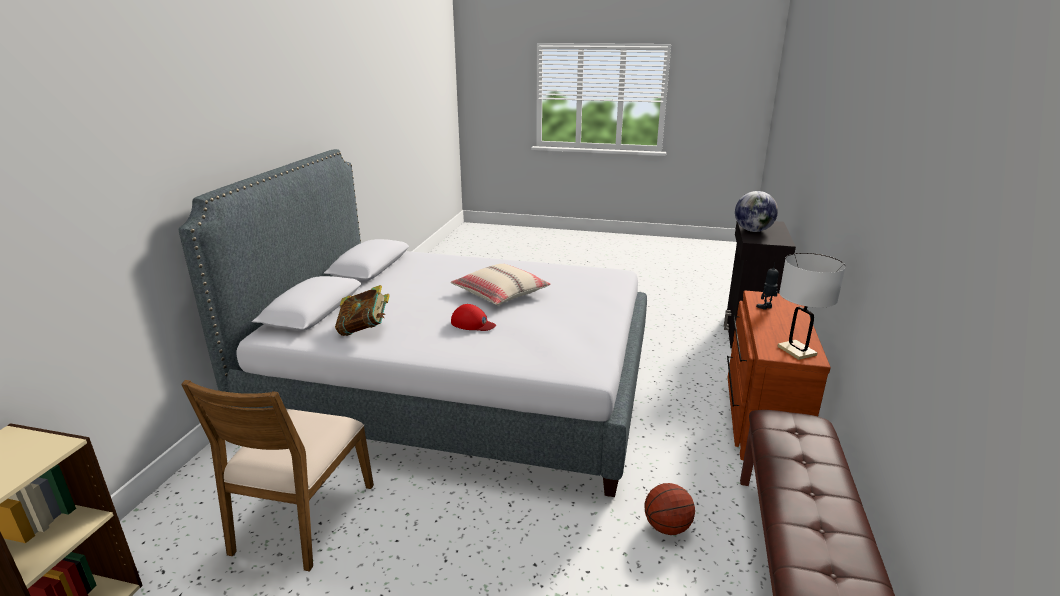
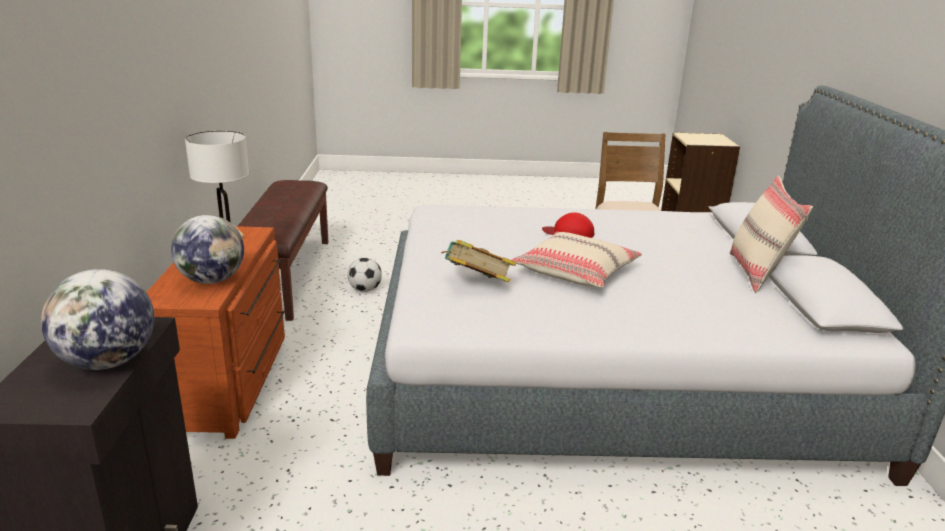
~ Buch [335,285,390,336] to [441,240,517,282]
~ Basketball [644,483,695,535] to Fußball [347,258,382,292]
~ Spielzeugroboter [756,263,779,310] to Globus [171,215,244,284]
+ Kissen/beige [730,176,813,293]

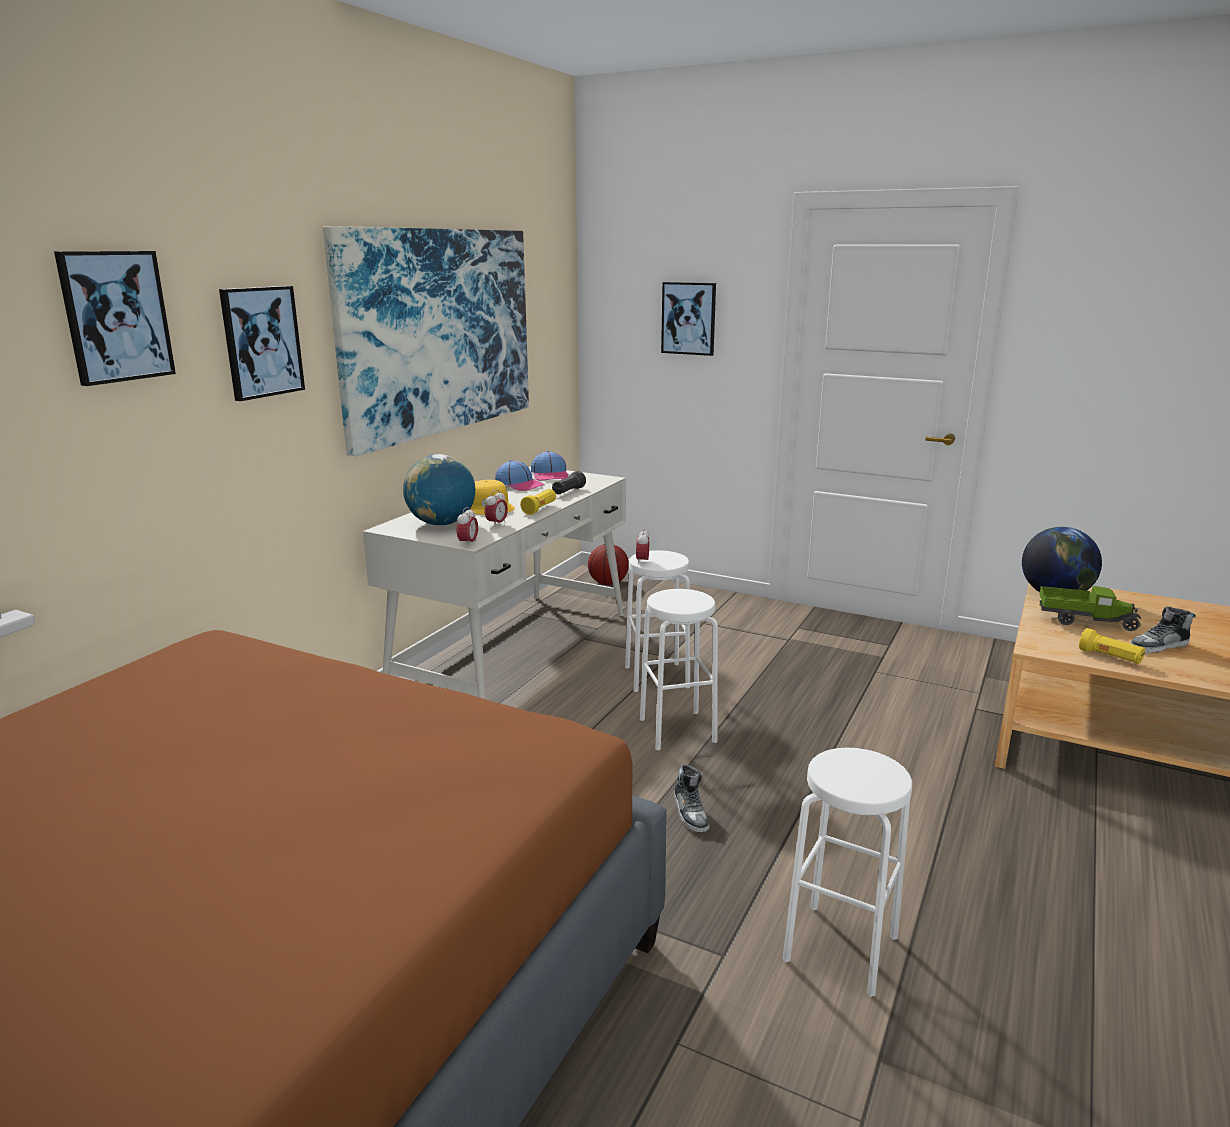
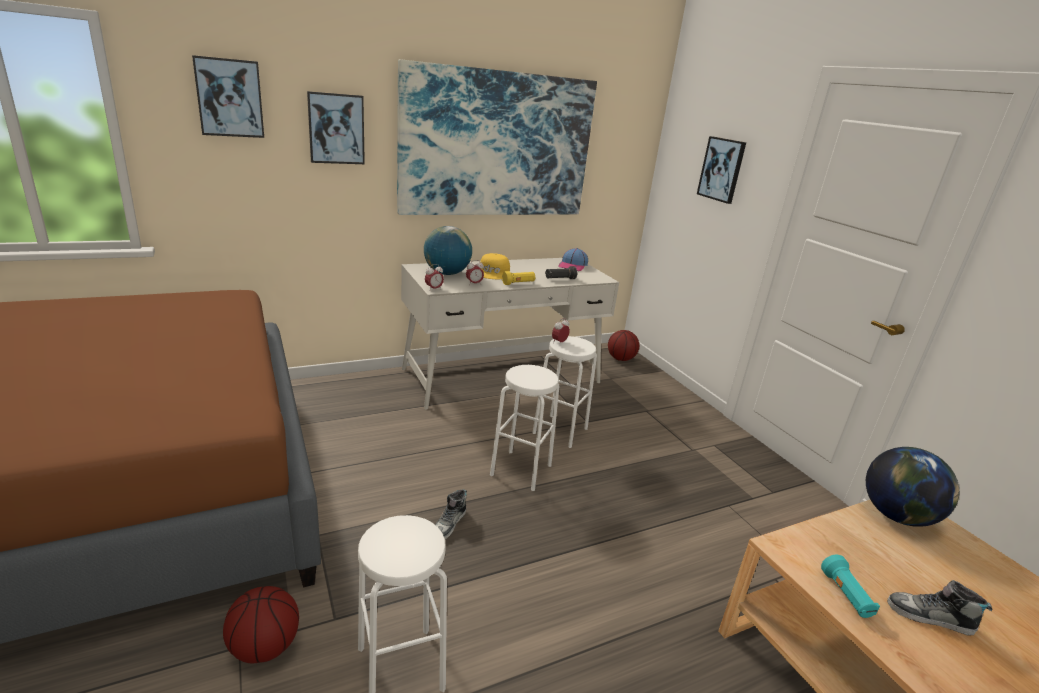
- Kappe [495,460,545,491]
- Spielzeuglaster [1039,586,1141,631]
~ Taschenlampe/gelb [1079,628,1145,664] to Taschenlampe/türkis [821,555,880,618]
+ Basketball [223,586,299,663]

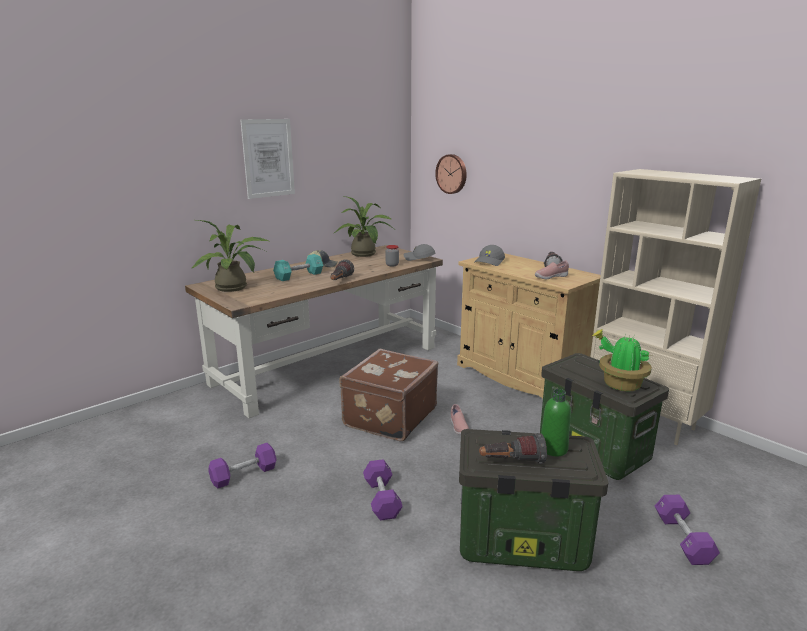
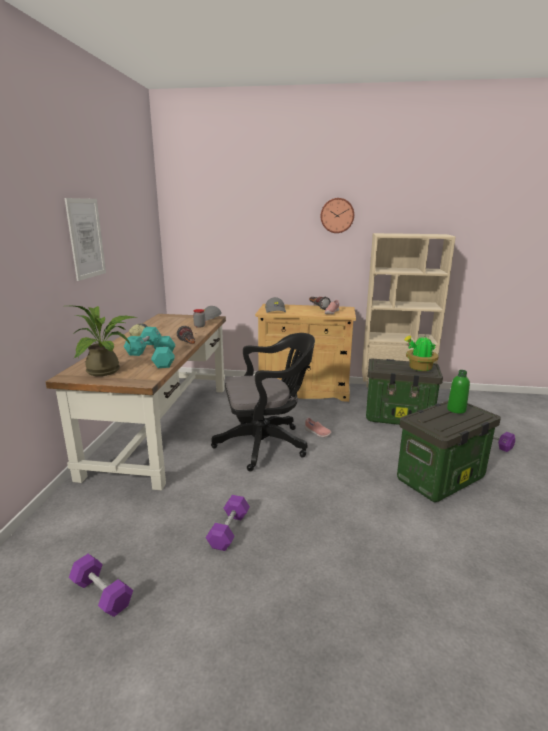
- Topfpflanze [334,196,394,257]
~ Koffer/braun [339,349,438,441] to Bürostuhl/schwarz [211,333,315,471]
~ Hantel/lila [363,459,403,521] to [69,554,133,617]
~ Wanduhr [435,154,467,194] to [321,198,354,233]
- Taschenlampe [479,433,547,464]
+ Hantel/türkis [151,336,175,368]

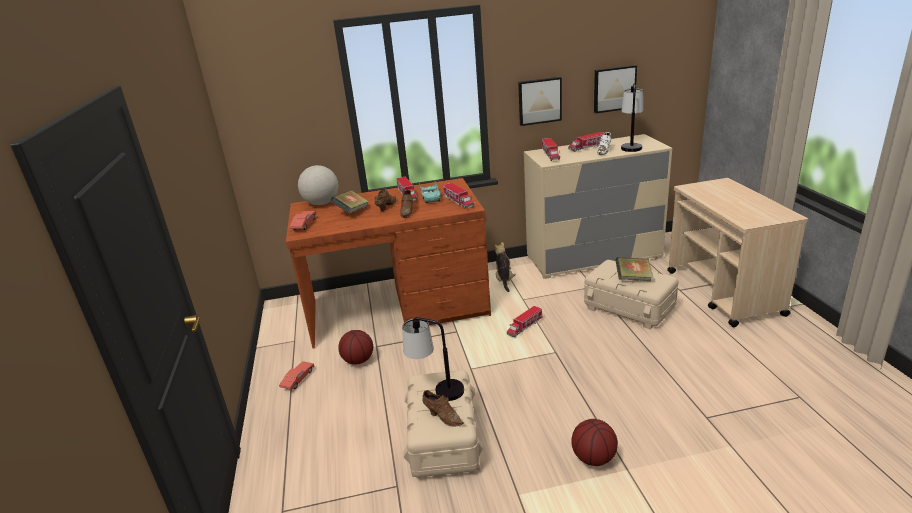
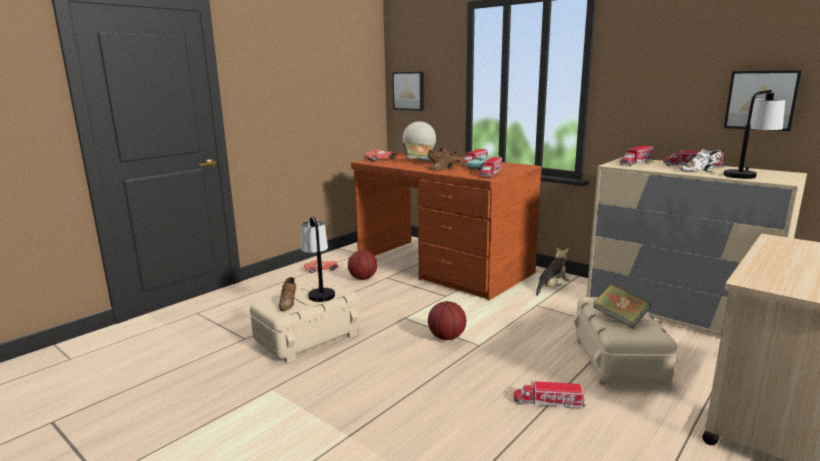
~ Spielzeuglaster [507,306,543,337] to [514,381,585,408]
~ Bild [518,77,562,126] to [392,72,424,111]
~ Basketball [571,419,618,466] to [428,301,466,340]

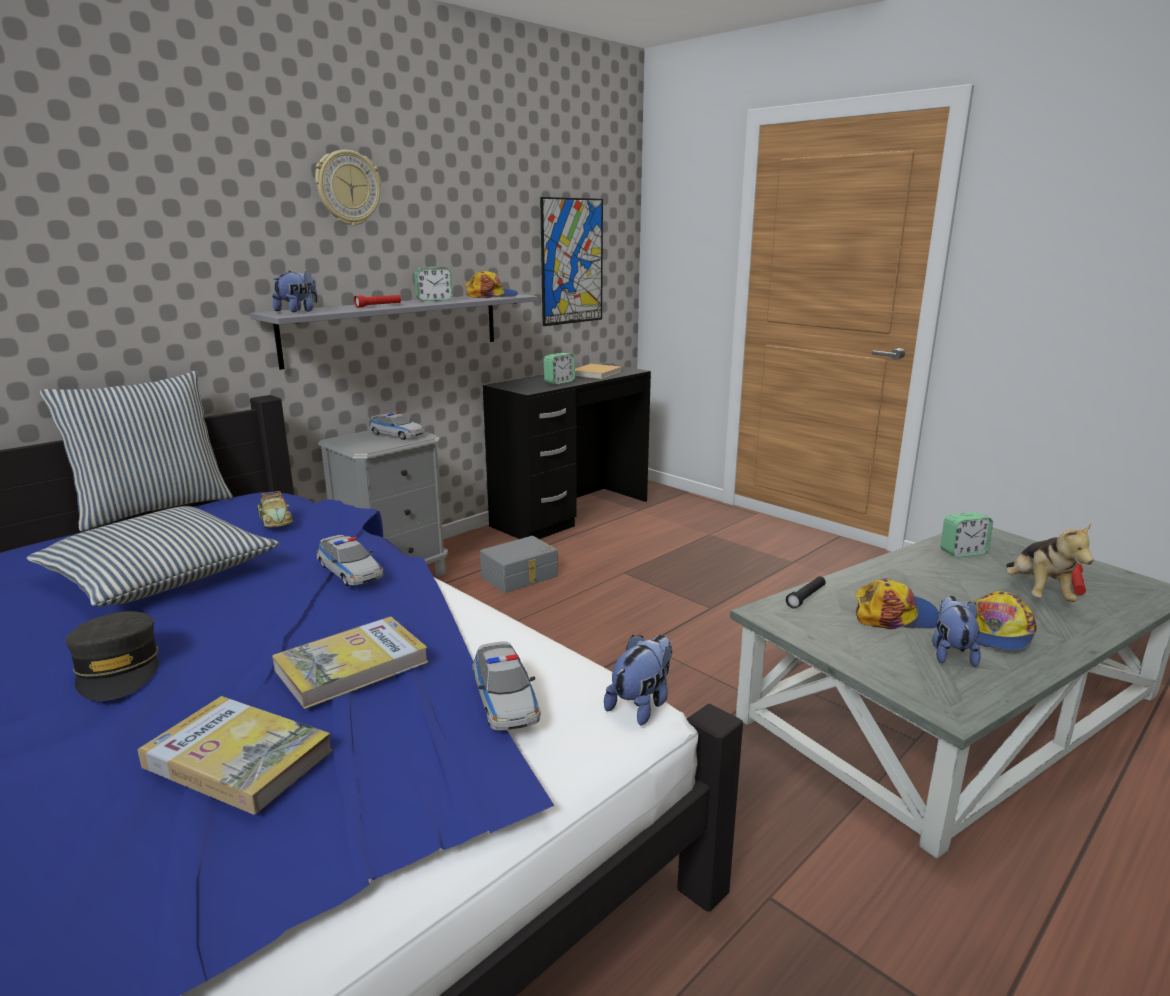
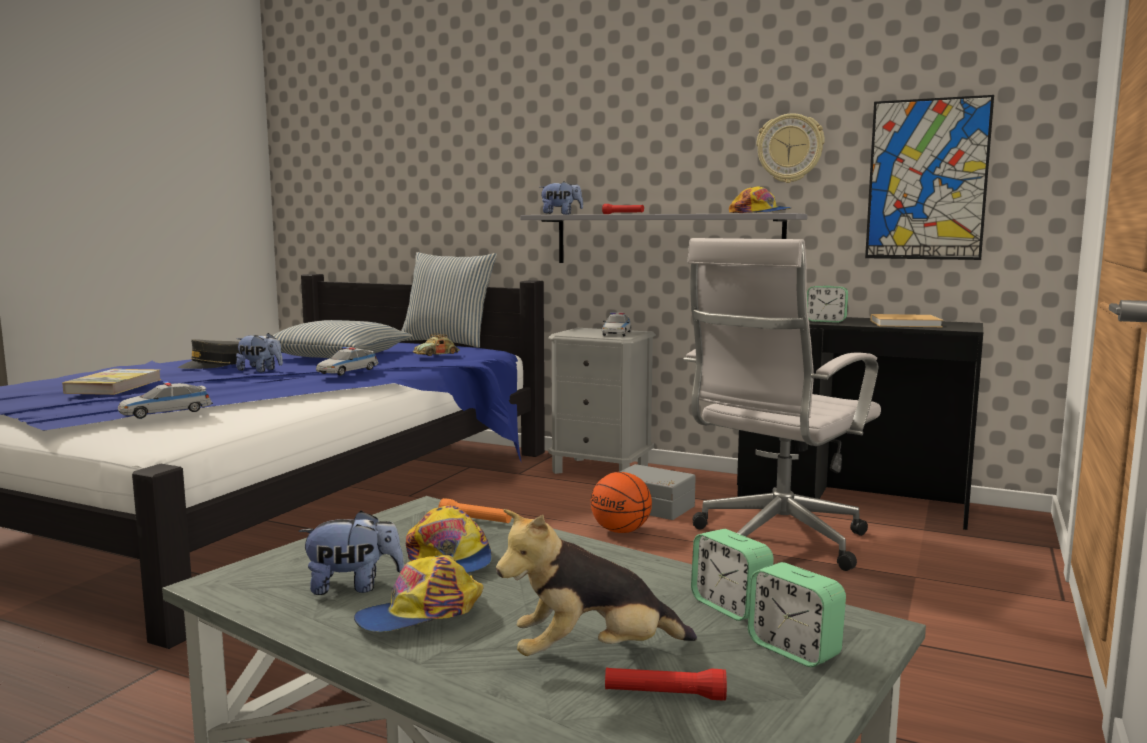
- Buch [272,617,428,709]
~ Wanduhr [315,150,381,226] to [756,113,825,183]
~ Wecker [414,267,453,301] to [748,562,846,667]
~ Plüschtier [604,635,672,726] to [236,333,283,372]
~ Taschenlampe/schwarz [786,576,826,609] to Taschenlampe/orange [438,498,512,523]
~ Kappe [973,591,1037,650] = [354,555,484,632] 45 degrees counterclockwise
+ Basketball [591,472,652,533]
+ Bürostuhl/weiß [684,238,881,571]

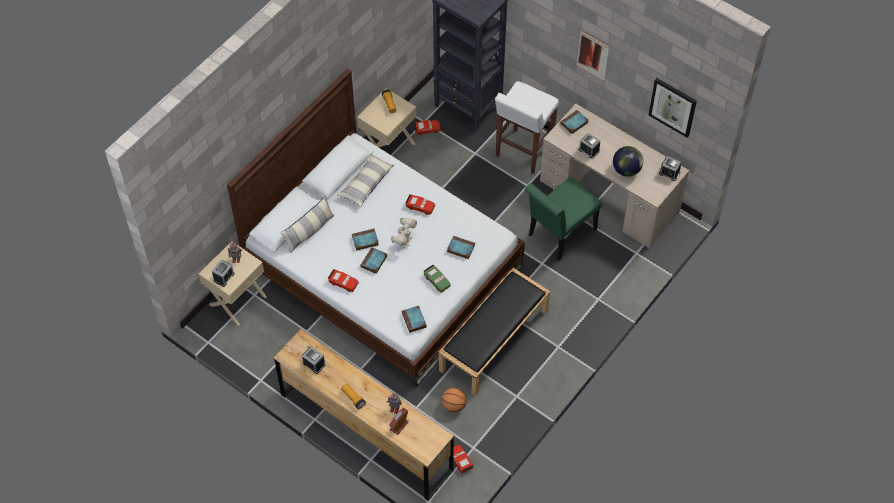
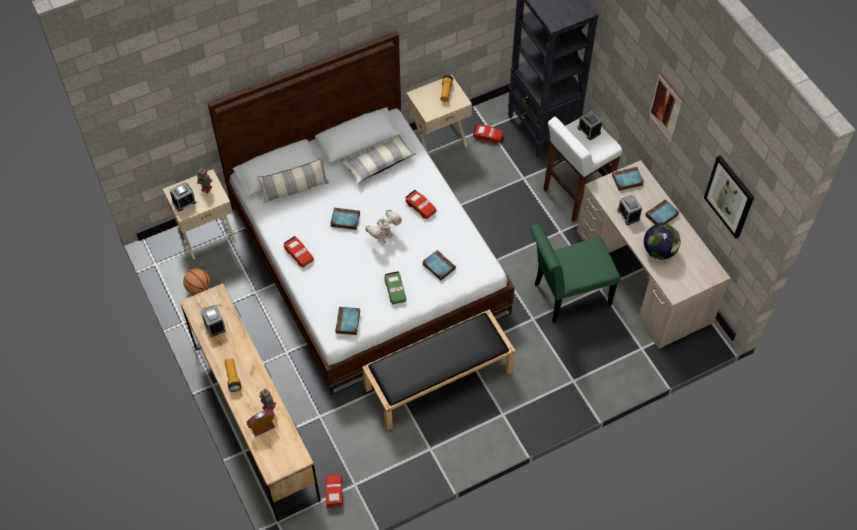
~ Buch [360,247,387,274] to [645,199,679,225]
~ Basketball [441,388,467,412] to [183,268,211,295]
~ Wecker [659,156,681,181] to [577,110,602,140]

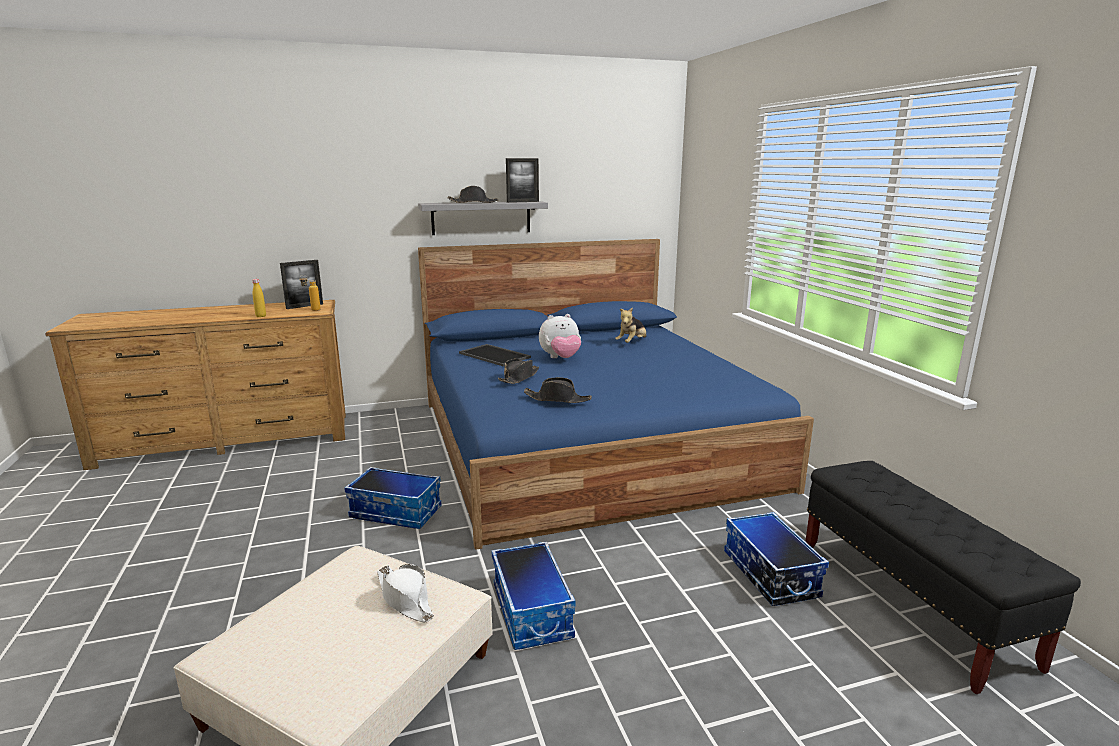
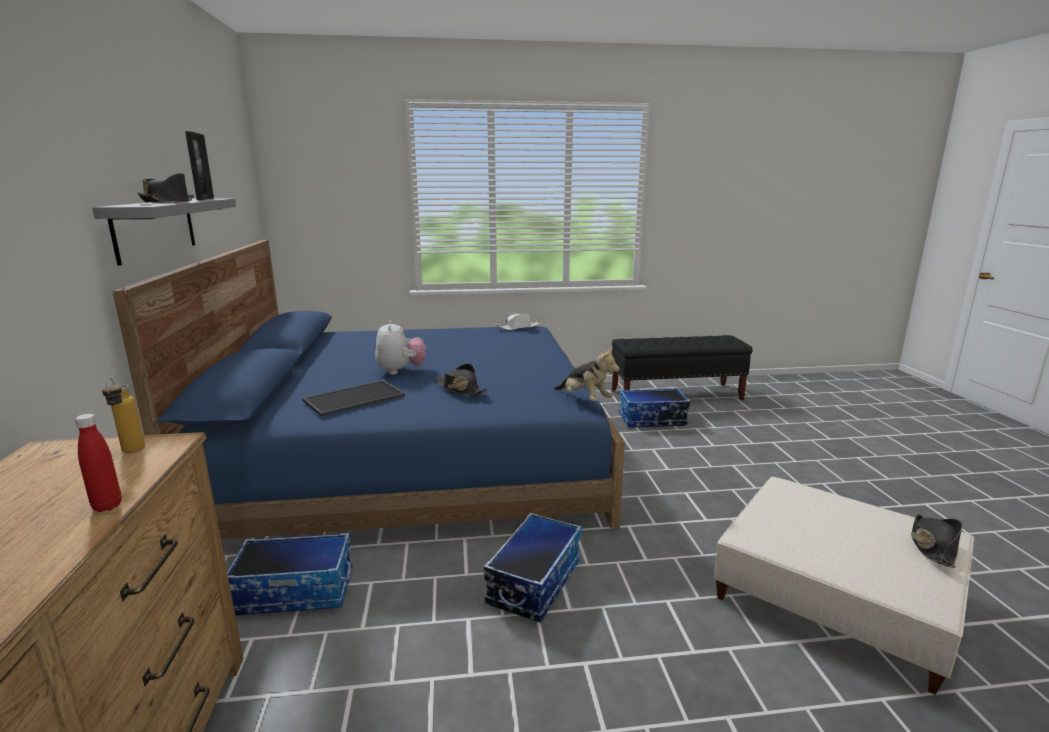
~ Flasche/gelb [253,279,266,317] to Flasche/rot [75,414,122,512]
- Bilderrahmen [280,260,323,309]
~ Hut/weiß [377,564,434,622] to [496,312,541,330]
~ Aufbewahrungsbox [492,541,576,650] to [227,533,353,615]
~ Hut/schwarz [524,377,592,403] to [911,514,963,568]
~ Plüschtier [615,307,646,343] to [555,346,620,401]

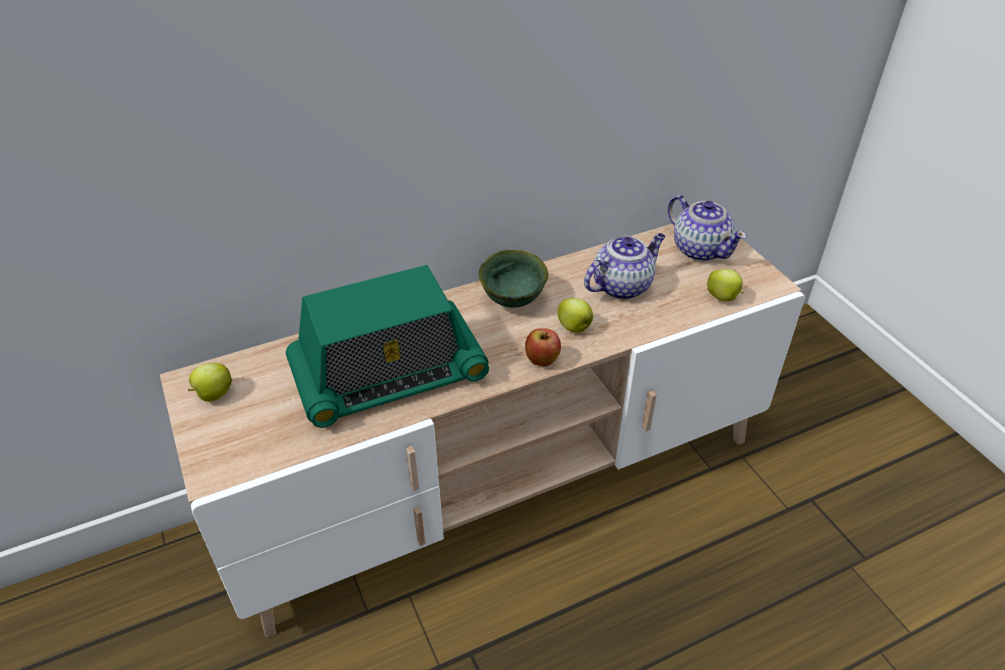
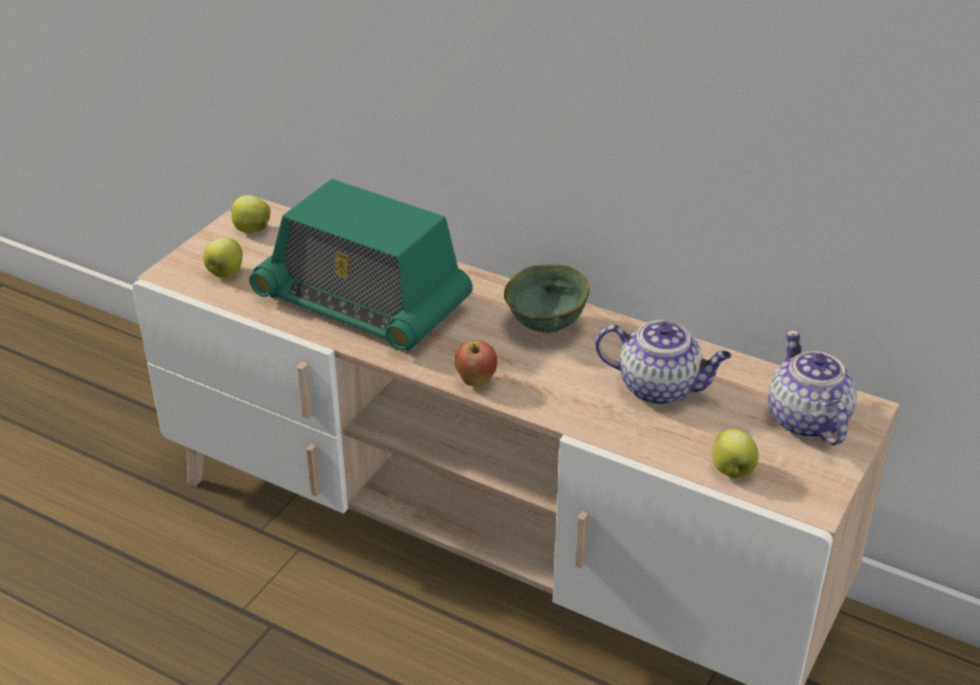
~ Apfel [557,298,593,333] to [203,238,243,278]
~ Teekanne [668,195,747,261] = [768,330,857,445] 150 degrees clockwise

